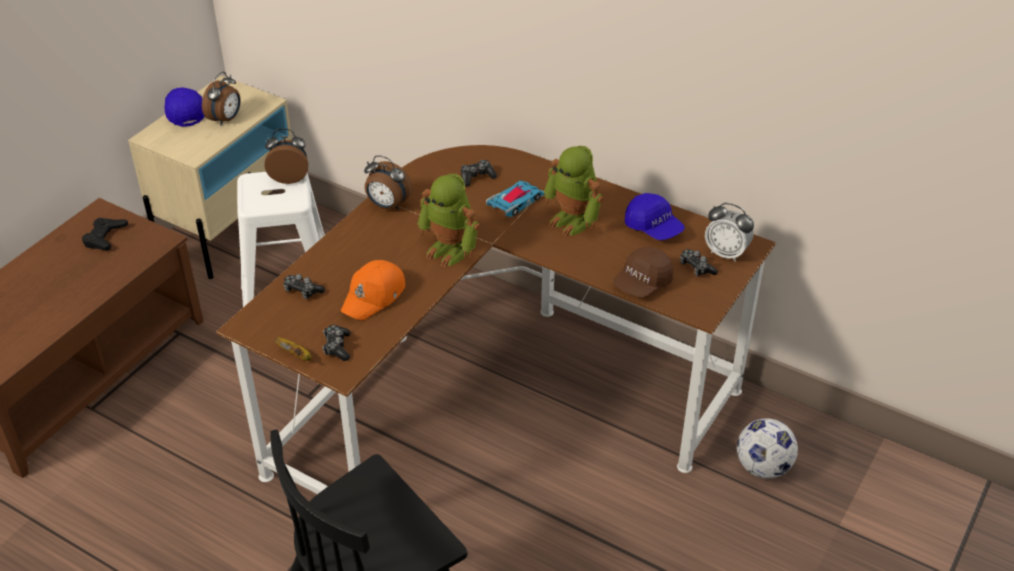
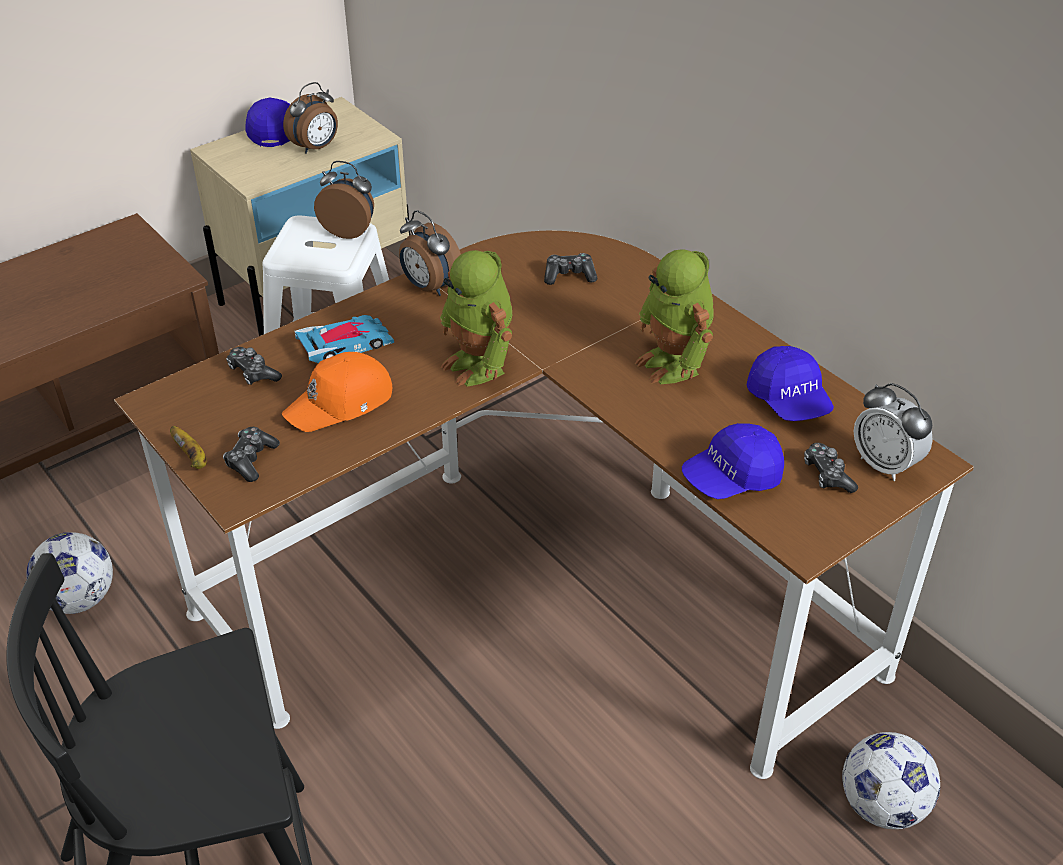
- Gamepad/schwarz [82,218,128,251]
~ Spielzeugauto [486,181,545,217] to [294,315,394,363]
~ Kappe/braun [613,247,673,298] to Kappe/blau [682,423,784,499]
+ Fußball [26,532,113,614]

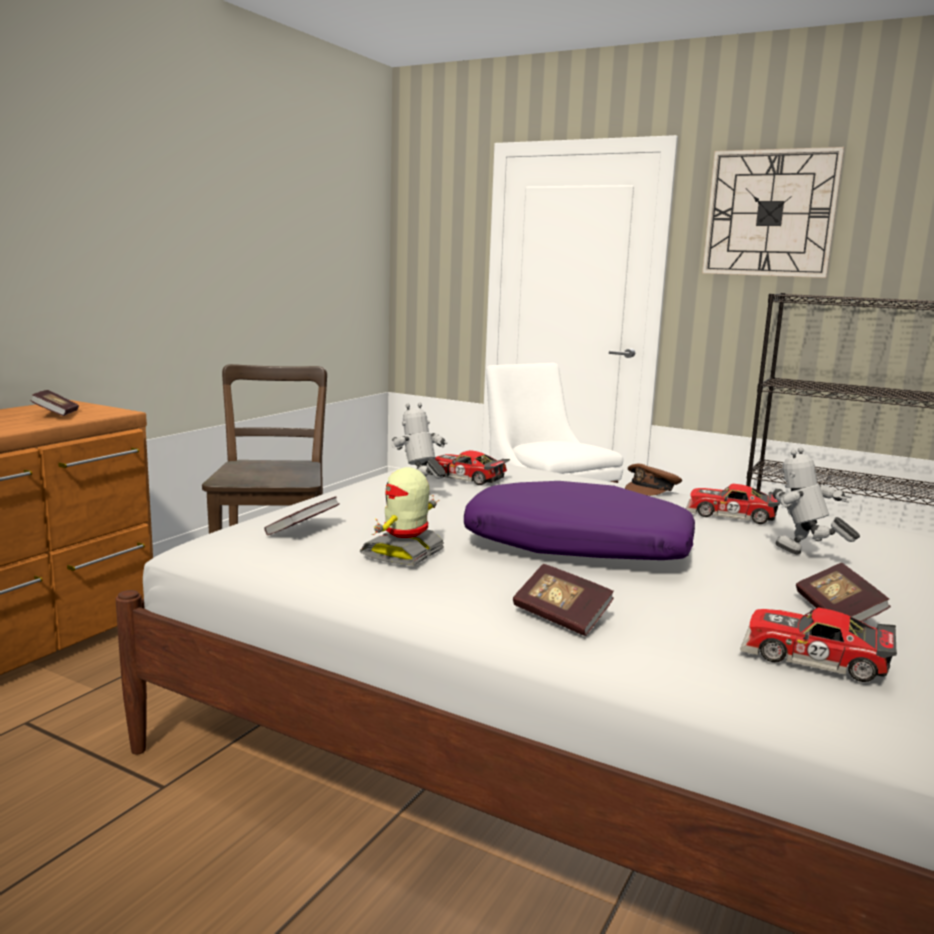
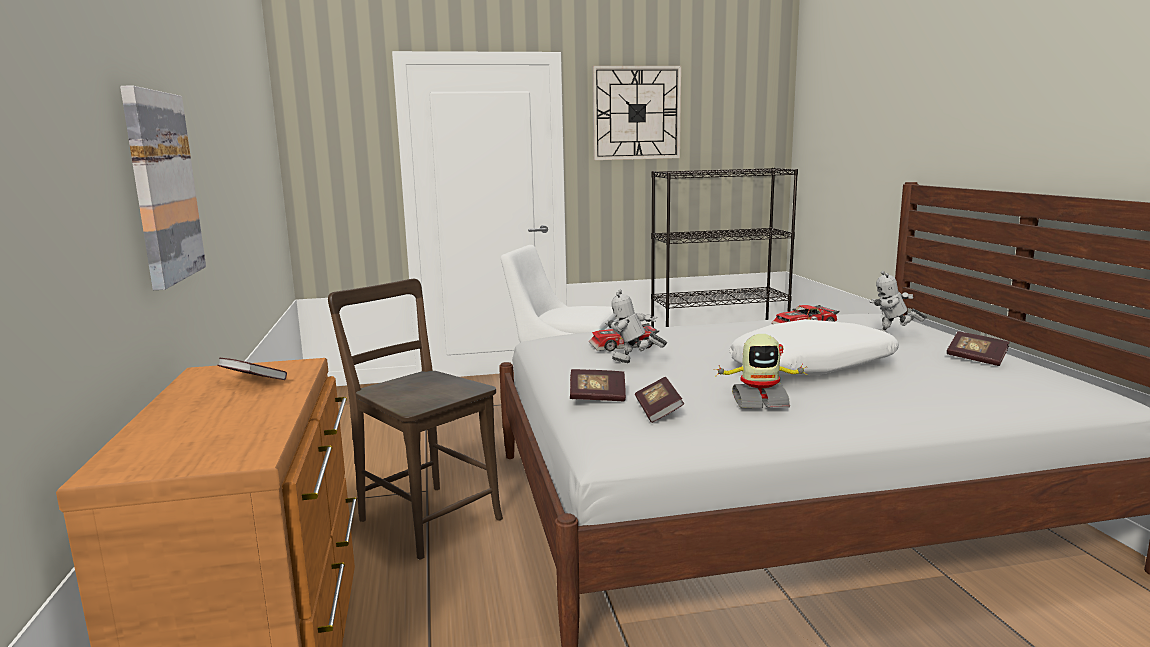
~ Spielzeugroboter [360,467,444,566] = [713,334,807,408] 75 degrees counterclockwise
~ Kissen/lila [464,481,695,560] to Kissen/weiß [730,319,899,375]
~ Buch [513,564,614,636] to [570,369,626,401]
- Kappe/braun [625,464,682,496]
- Spielzeugauto [740,607,897,682]
+ Bild [120,86,206,290]

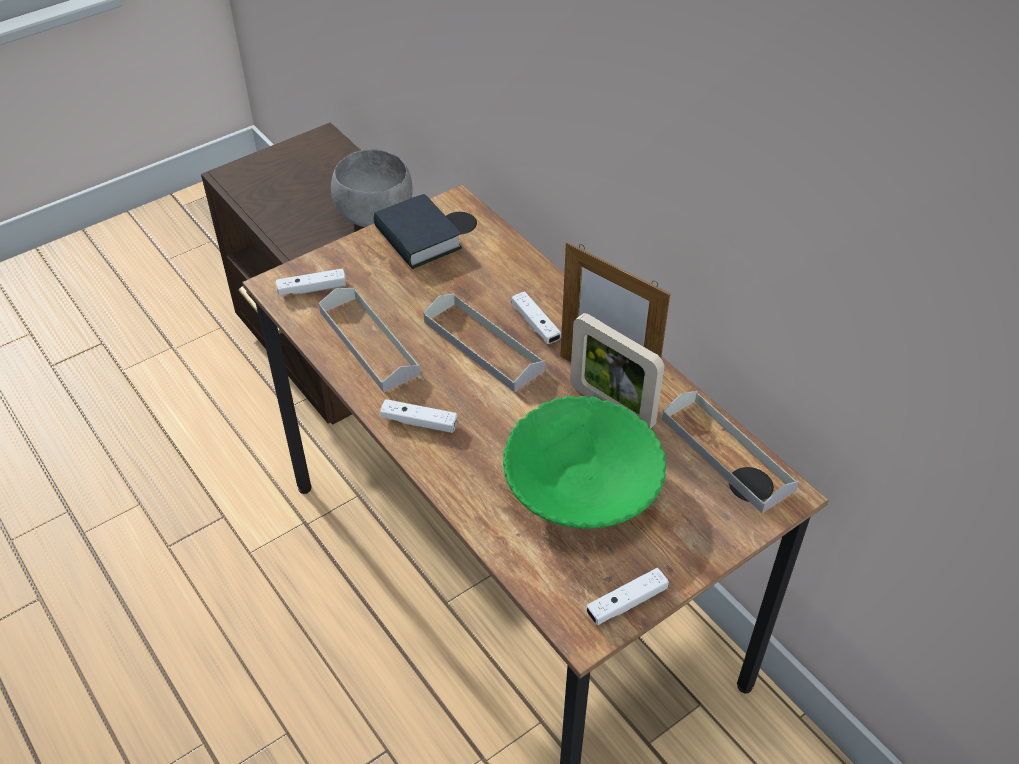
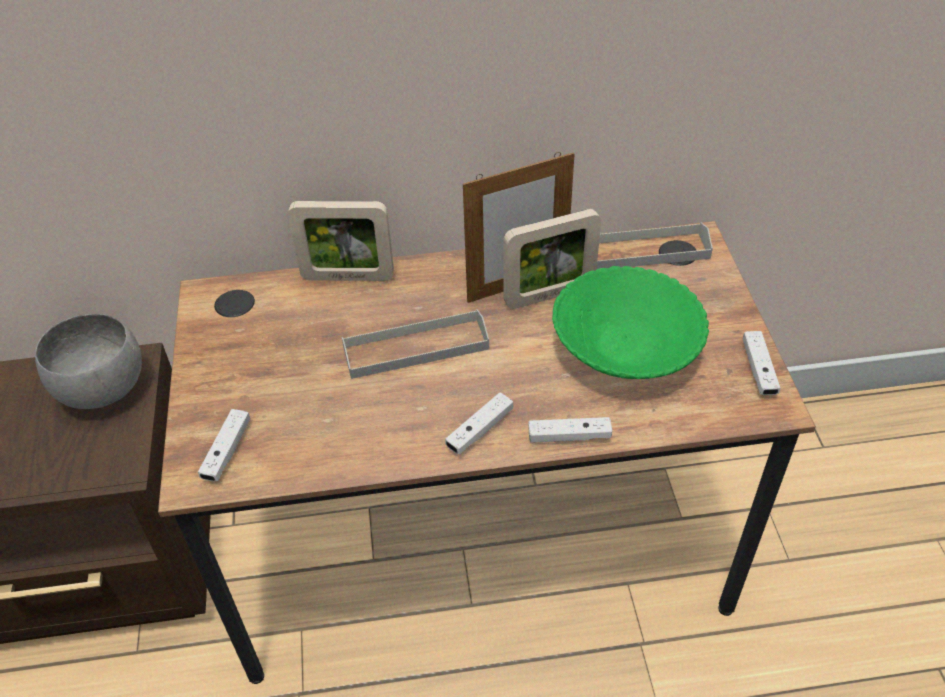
- Tablett/grau [319,288,421,393]
- Buch [373,194,462,269]
~ Gamepad/weiß [511,291,561,344] to [529,417,612,443]
+ Bilderrahmen [288,201,394,281]

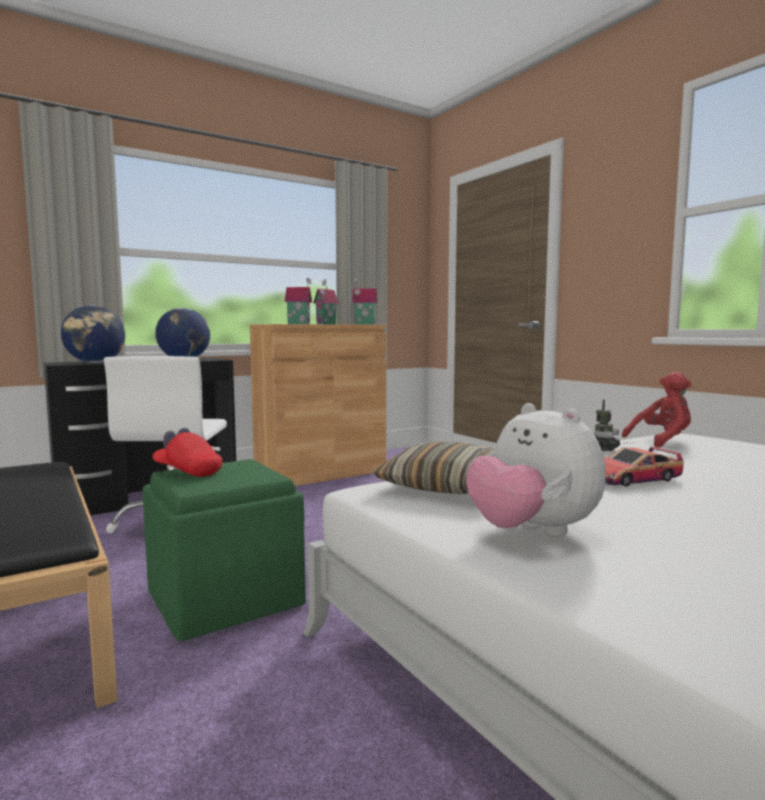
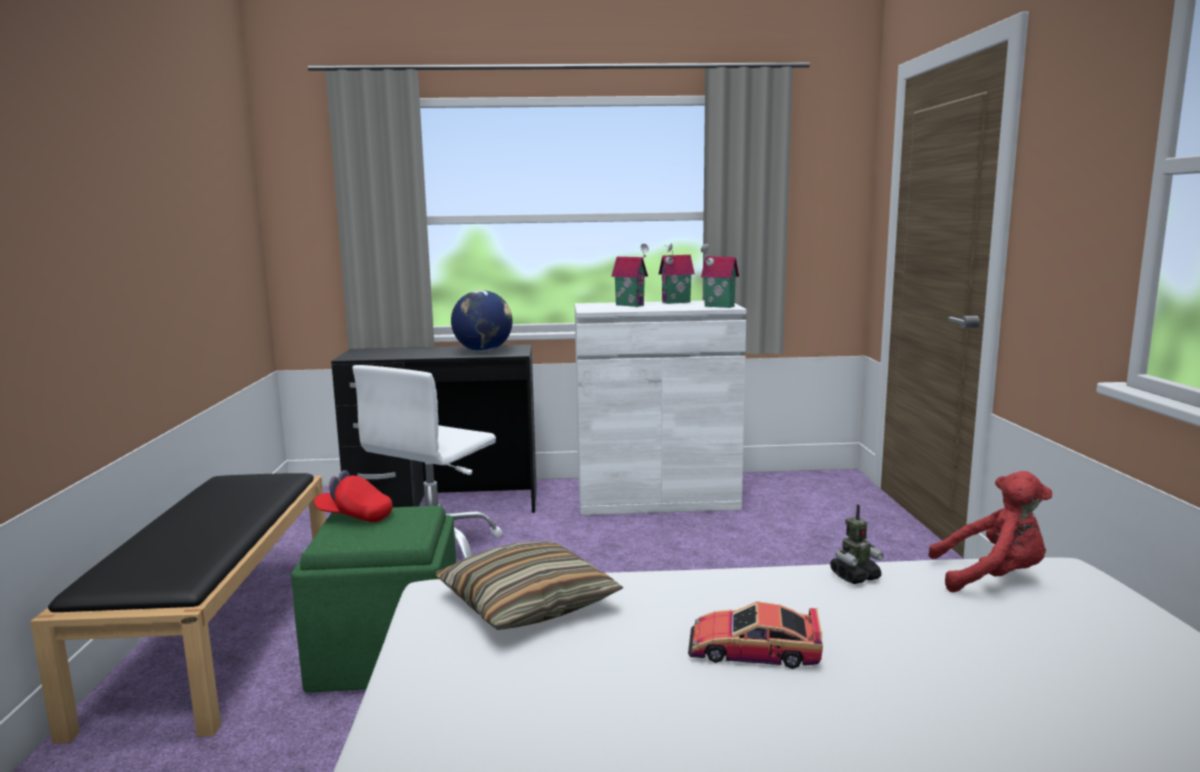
- Globus [61,305,125,363]
~ Kappe/rot [152,428,222,477] = [314,470,393,522] 45 degrees counterclockwise
~ Schrank/braun [250,324,386,486] to Schrank/weiß [575,301,747,515]
- Plüschtier [466,403,606,536]

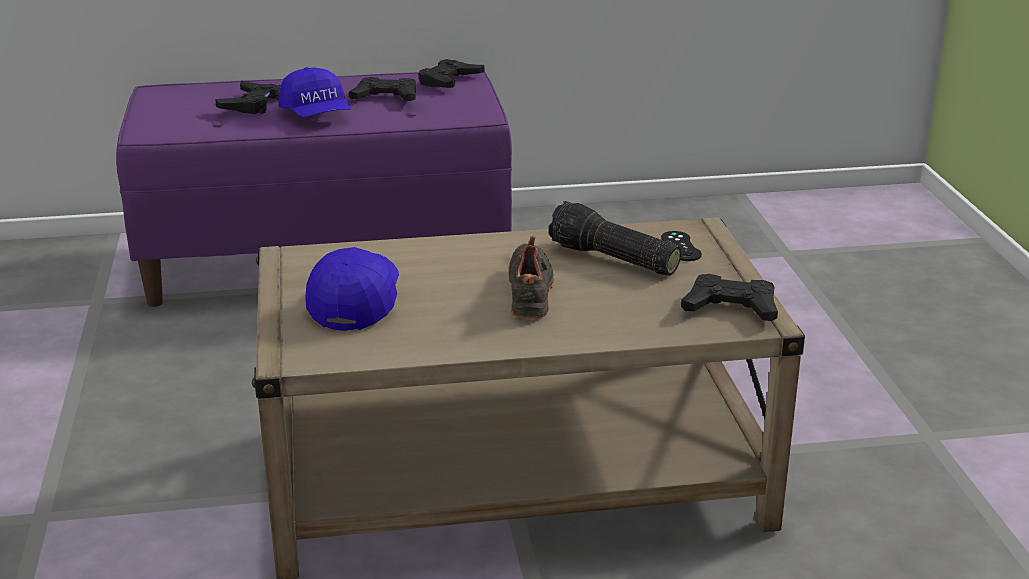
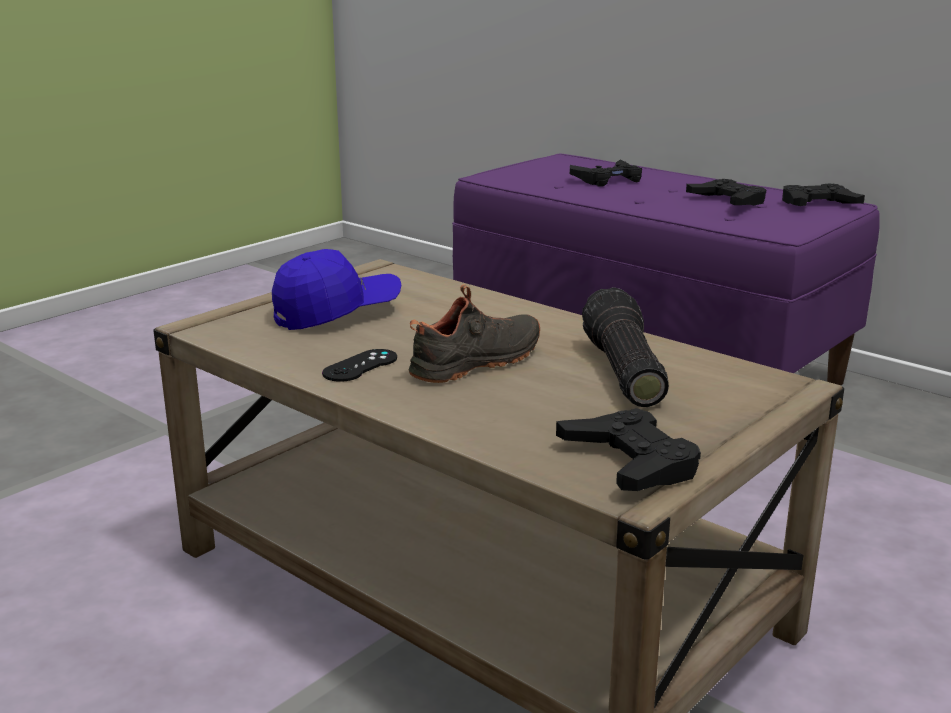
- Kappe/blau [278,67,351,117]
~ Gamepad/schwarz [661,231,702,261] to [322,349,397,382]

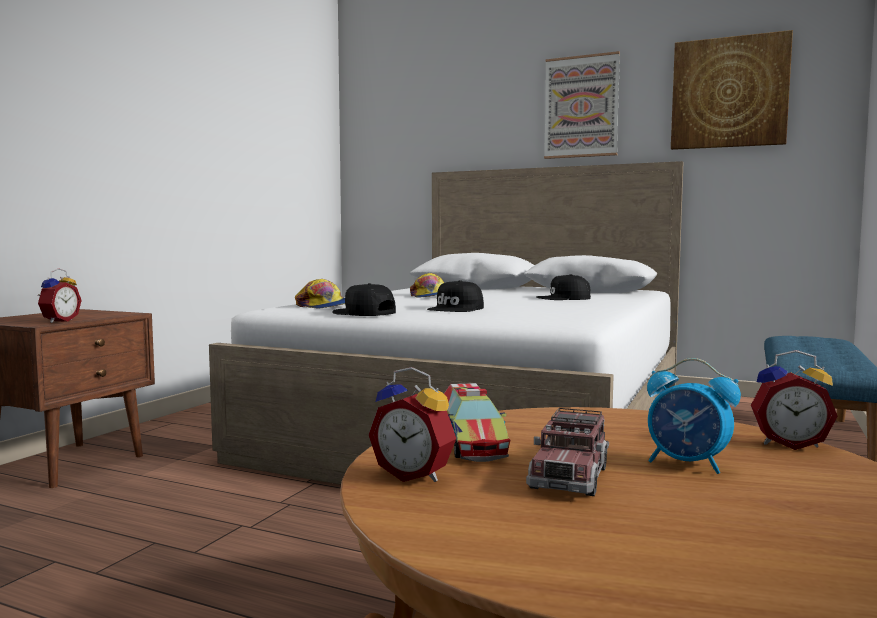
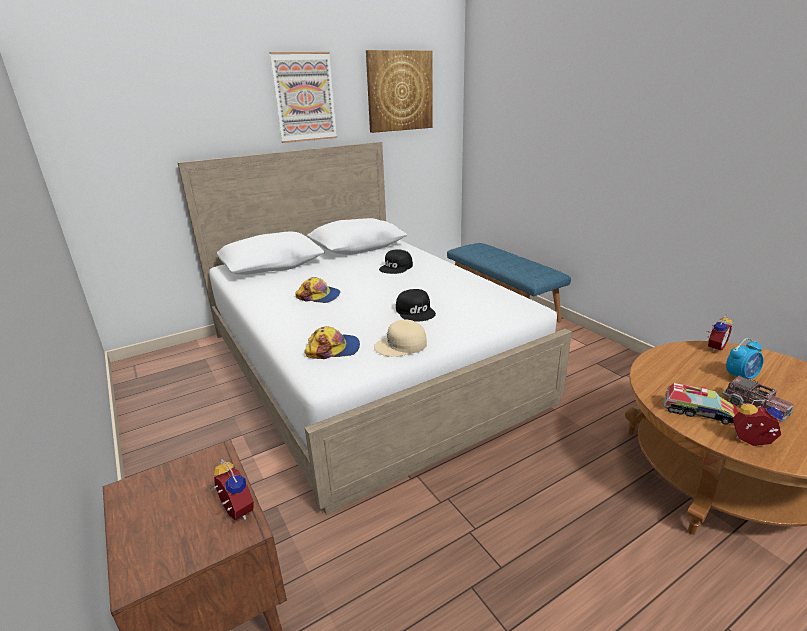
~ Kappe/schwarz [332,283,396,316] to Kappe/beige [374,319,427,357]
~ Wecker [369,367,456,482] = [733,400,783,446] 135 degrees counterclockwise

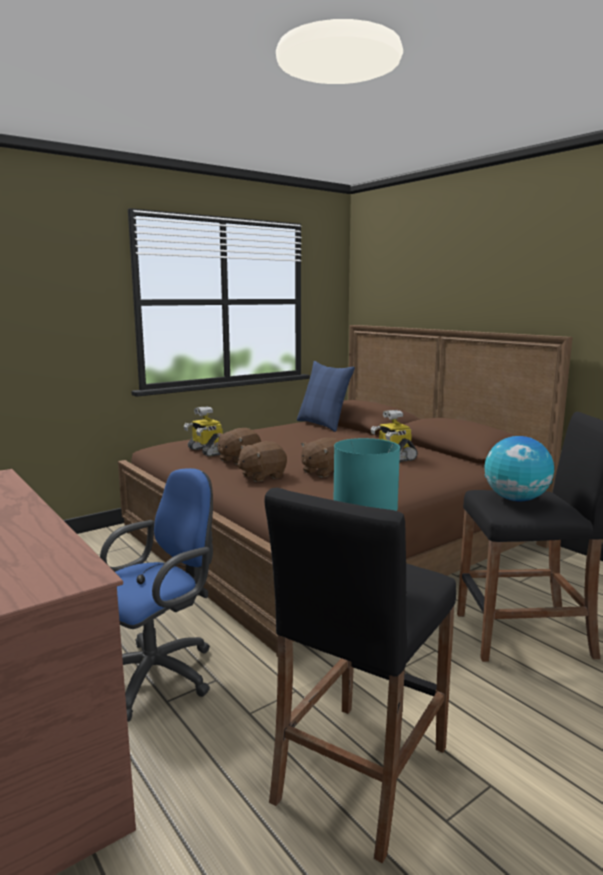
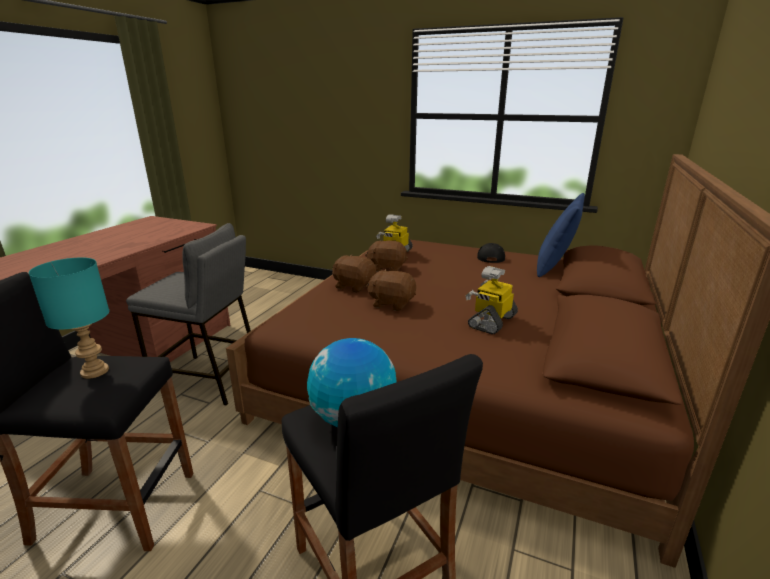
~ Bürostuhl/blau [100,468,213,722] to Hocker/grau [126,223,251,406]
+ Kappe/schwarz [477,243,505,263]

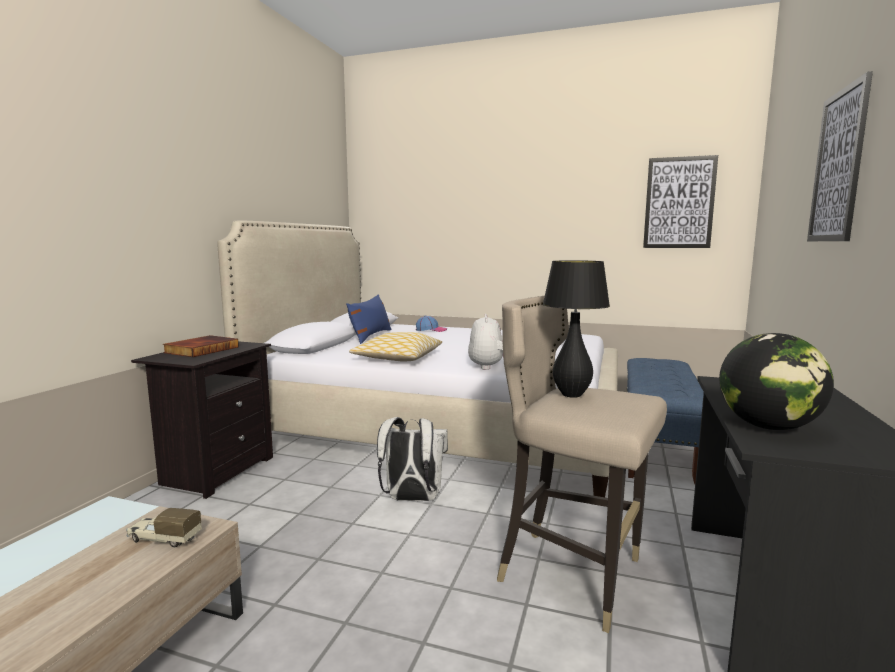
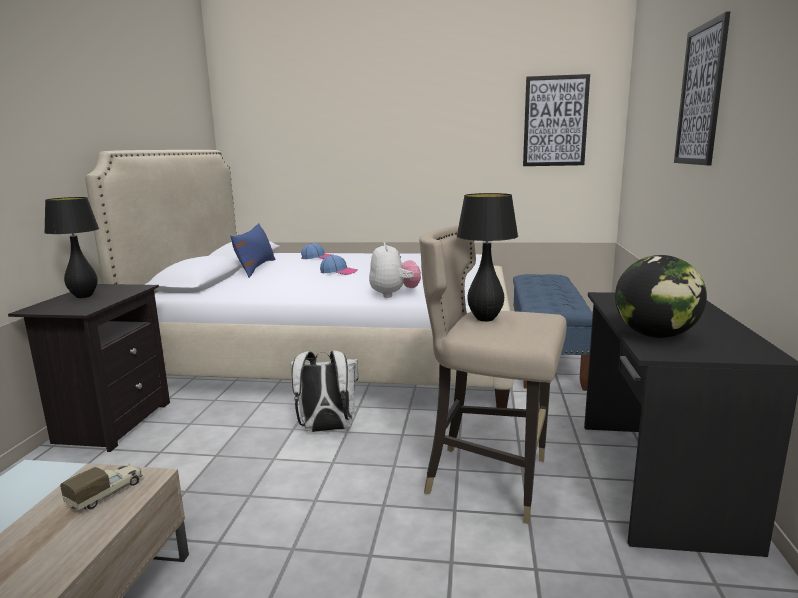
~ Spielzeuglaster [126,508,202,547] = [60,464,142,511] 120 degrees clockwise
~ Buch [163,335,239,357] to Tischlampe/schwarz [44,197,99,298]
- Kissen [349,332,442,361]
+ Kappe [320,255,358,275]

